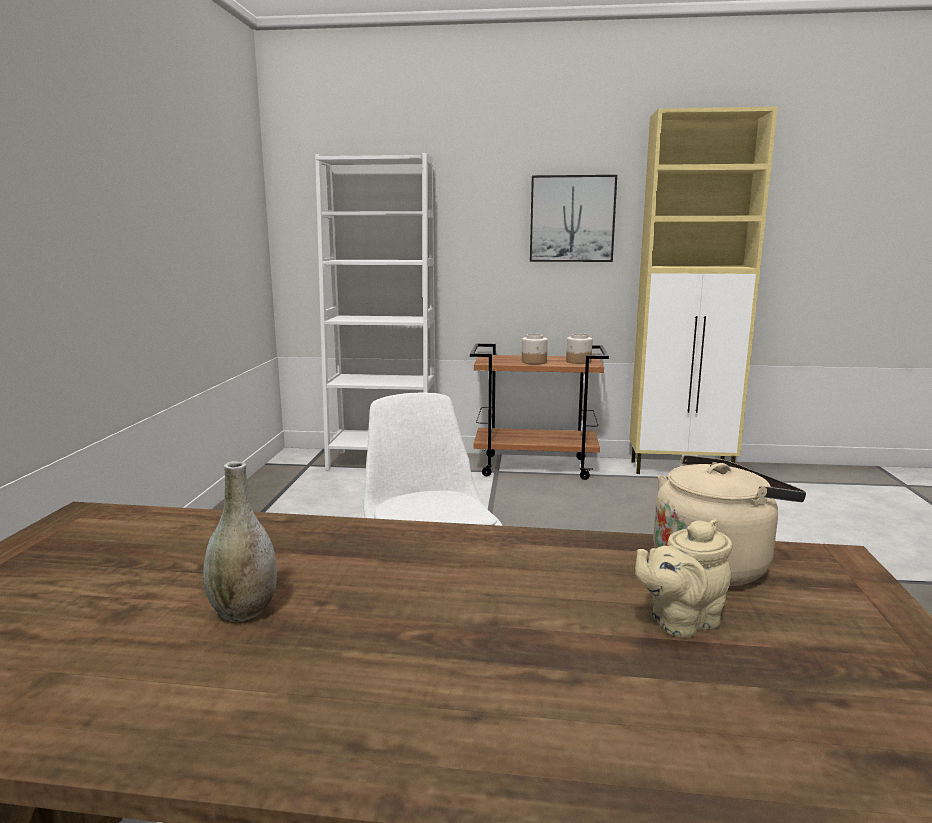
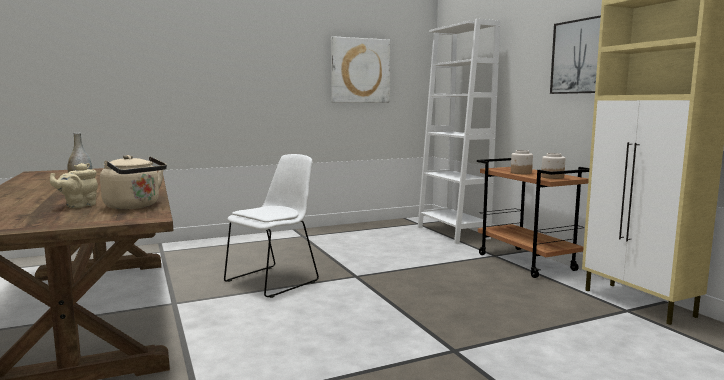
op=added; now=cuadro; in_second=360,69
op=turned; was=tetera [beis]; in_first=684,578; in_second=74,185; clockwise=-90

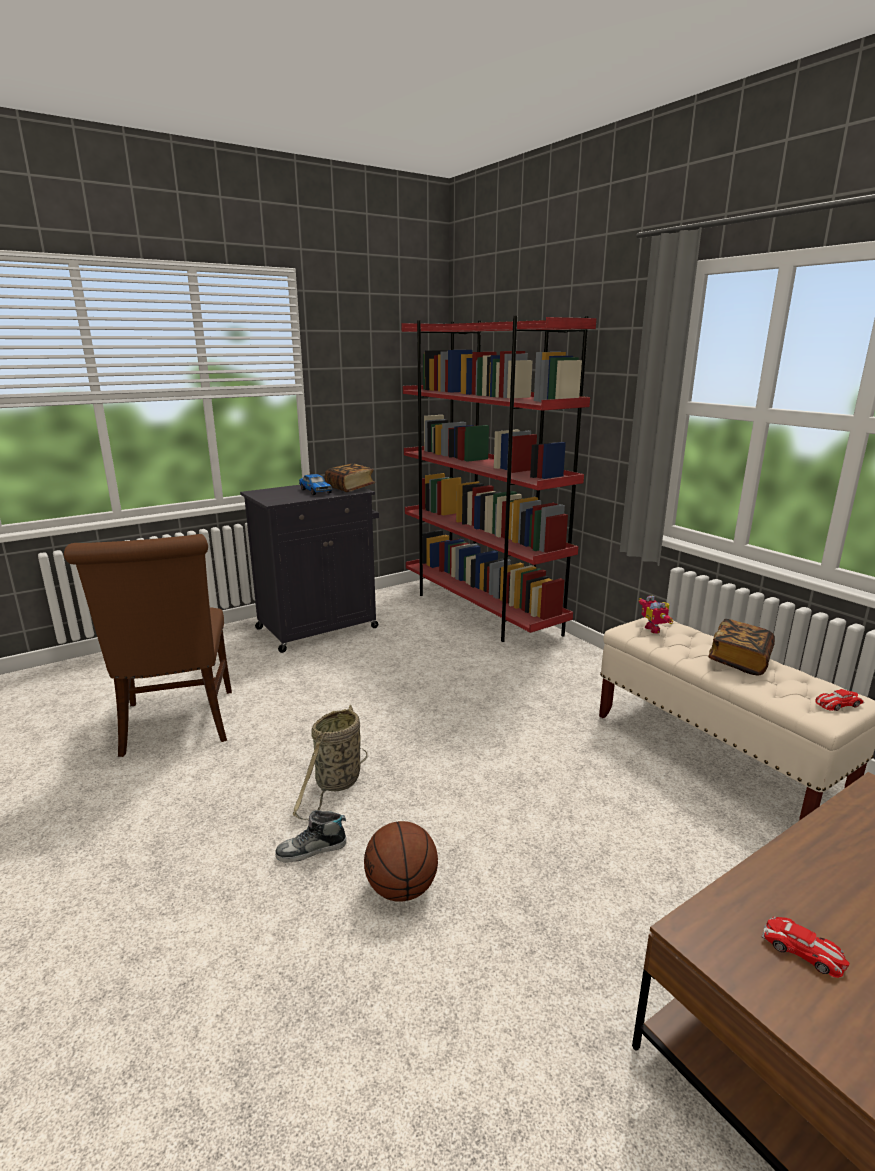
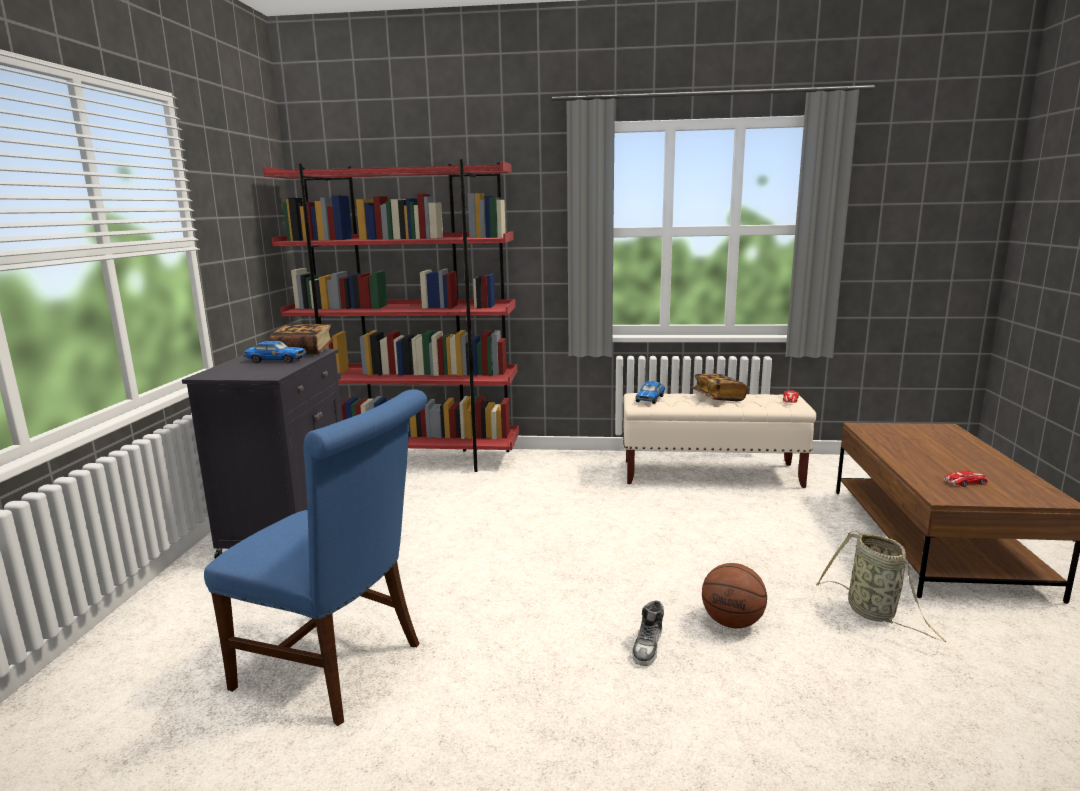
op=moved; was=cesta; in_first=330,762; in_second=881,586
op=replaced; was=robot de juguete; now=coche de juguete; in_first=655,614; in_second=650,392
op=recoloured; was=silla [marrón]; now=silla [azul]; in_first=148,645; in_second=315,557

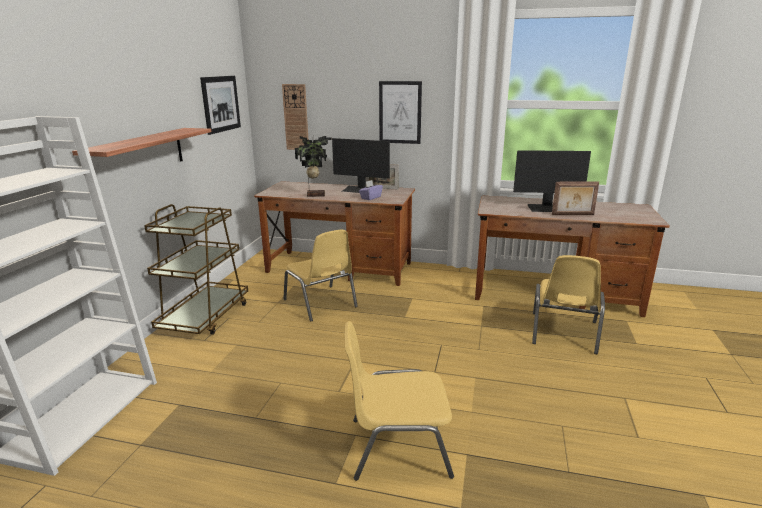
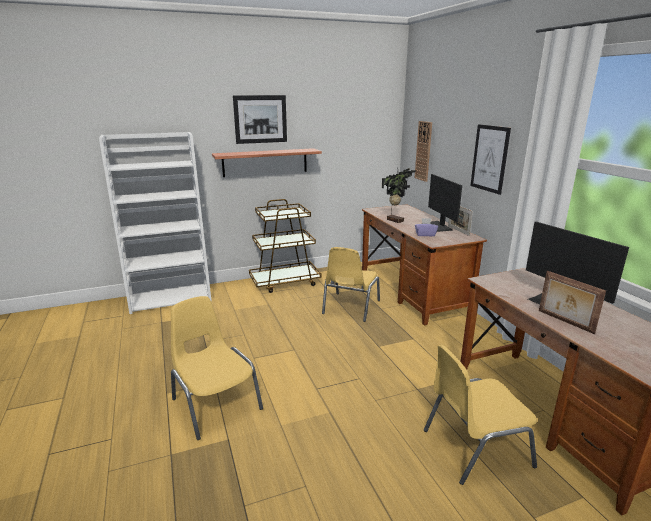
op=moved; was=cuadro; in_first=220,105; in_second=260,119

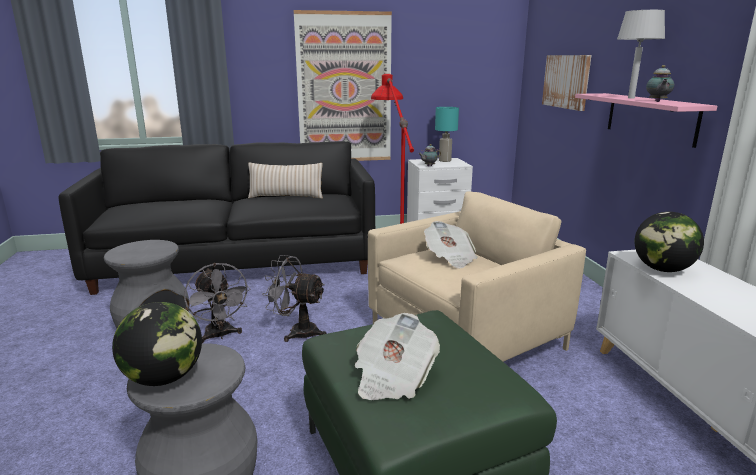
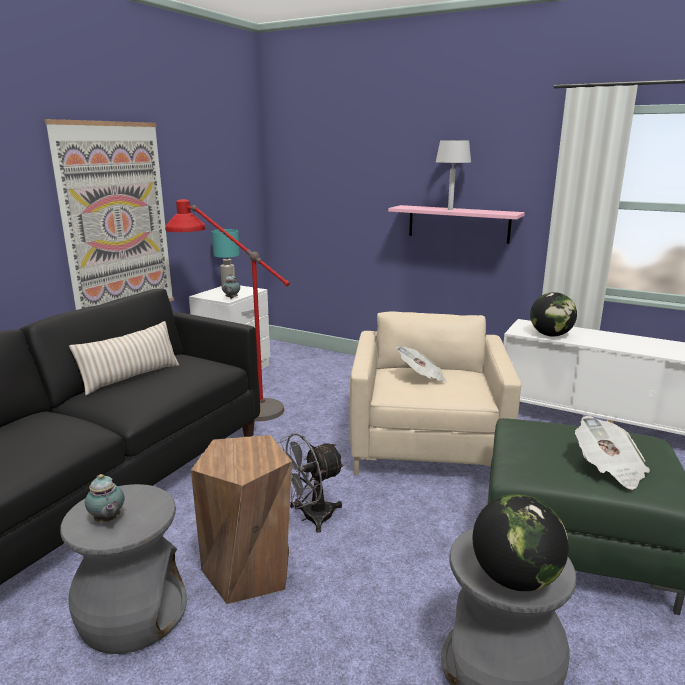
op=removed; was=cuadro; in_first=567,83
op=moved; was=tetera; in_first=660,83; in_second=104,498
op=replaced; was=ventilador [gris]; now=taburete [marrón]; in_first=217,303; in_second=241,519

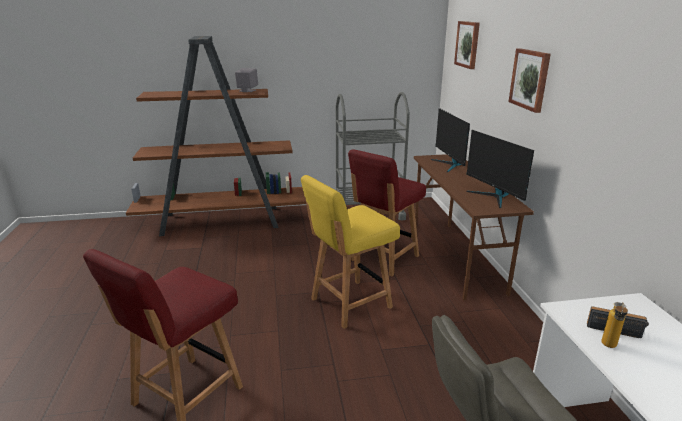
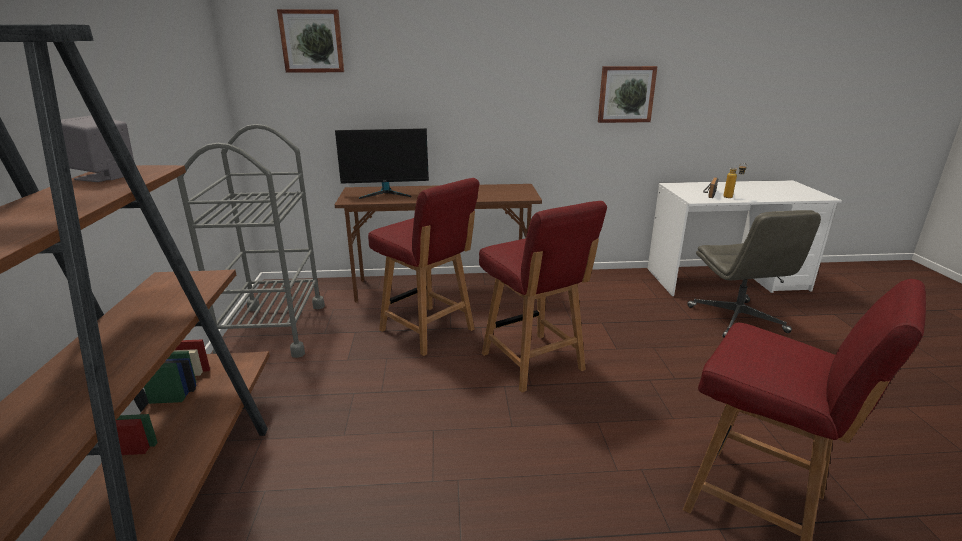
op=removed; was=monitor; in_first=500,169
op=moved; was=cuadro; in_first=530,80; in_second=628,94
op=recoloured; was=silla [amarillo]; now=silla [rojo]; in_first=350,252; in_second=543,297

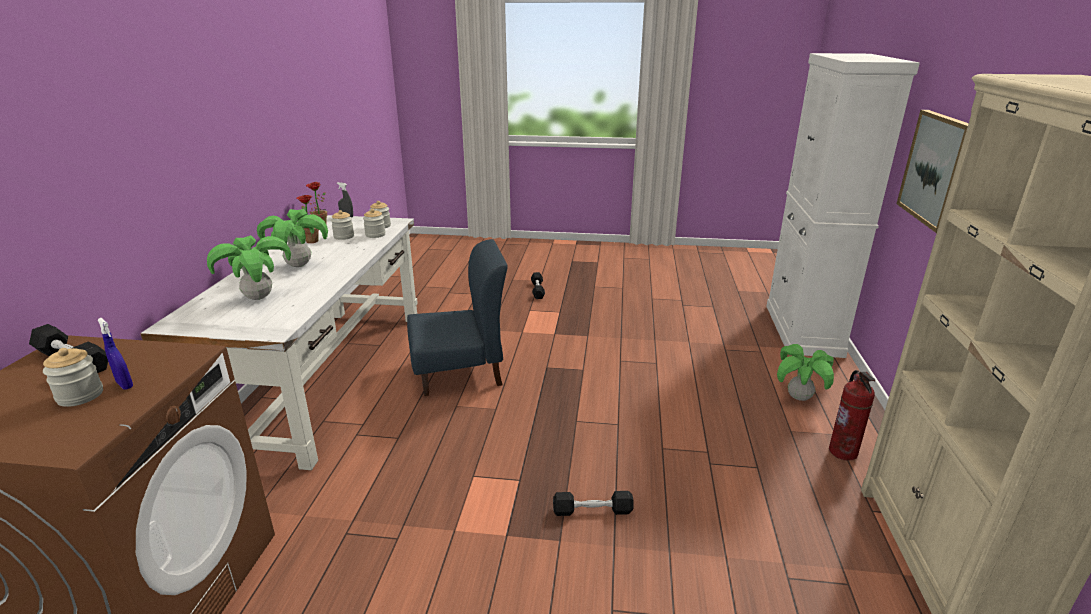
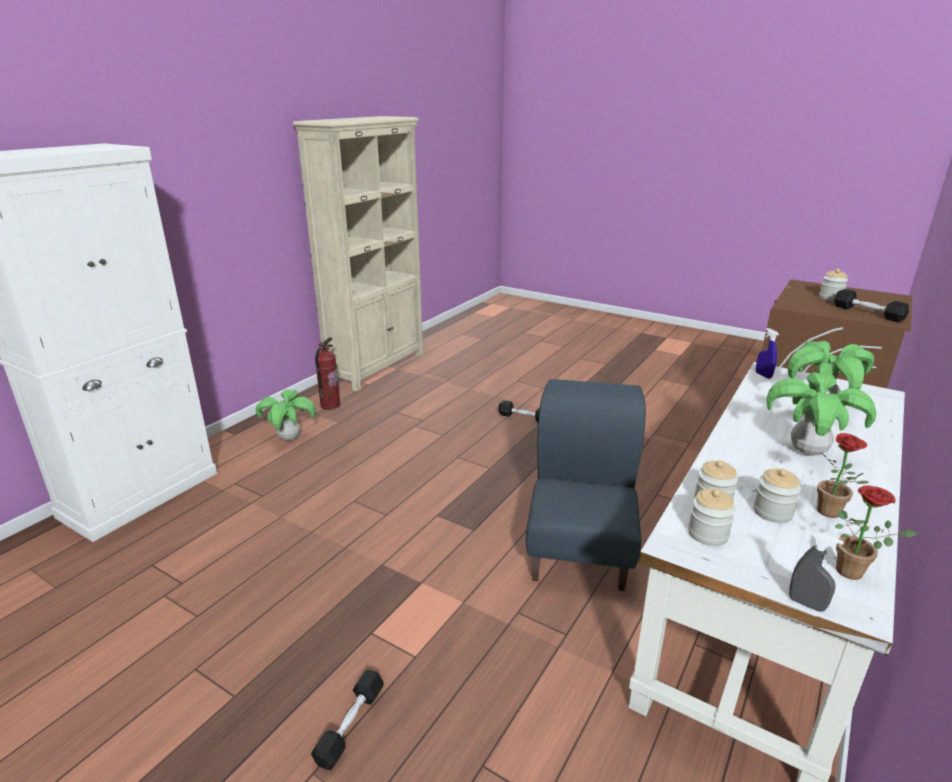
op=removed; was=cuadro; in_first=933,171
op=moved; was=pulverizador [azul]; in_first=115,354; in_second=767,353
op=turned; was=silla [azul]; in_first=457,317; in_second=586,485; clockwise=90

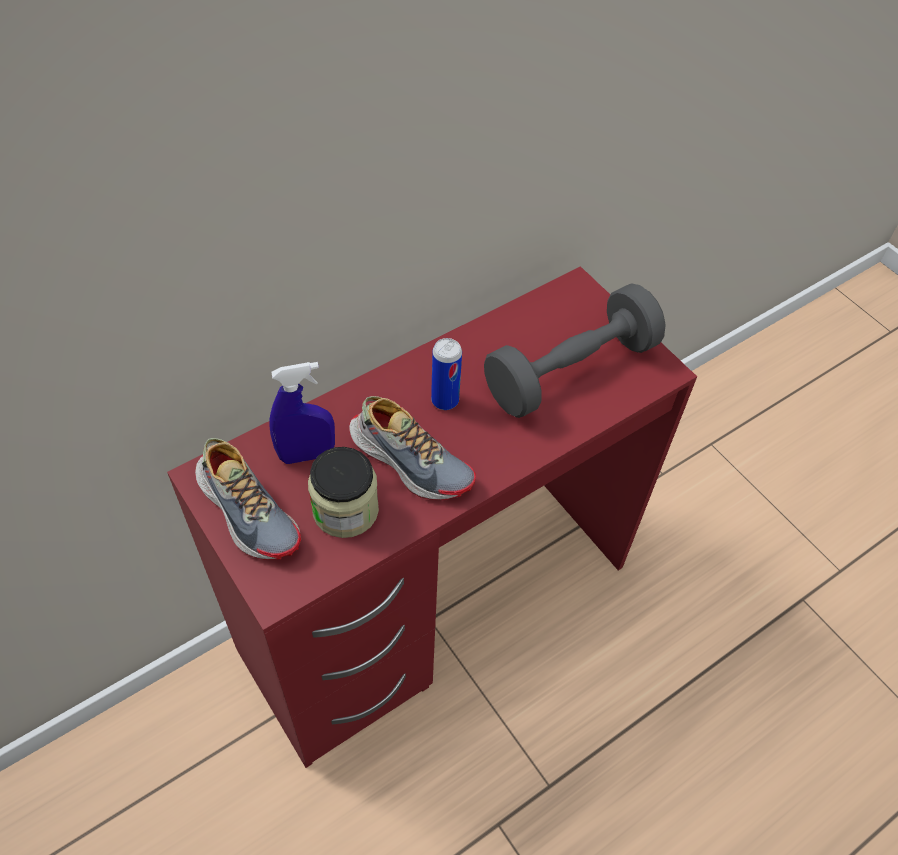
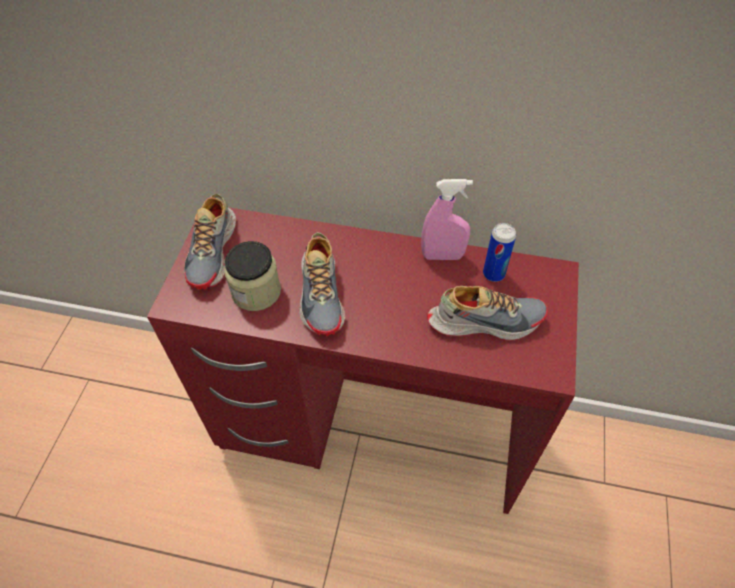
op=removed; was=pulverizador [azul]; in_first=302,413
op=added; now=pulverizador [rosa]; in_second=447,219
op=moved; was=lata; in_first=446,374; in_second=499,252
op=replaced; was=mancuerna [gris]; now=zapato; in_first=575,350; in_second=487,313

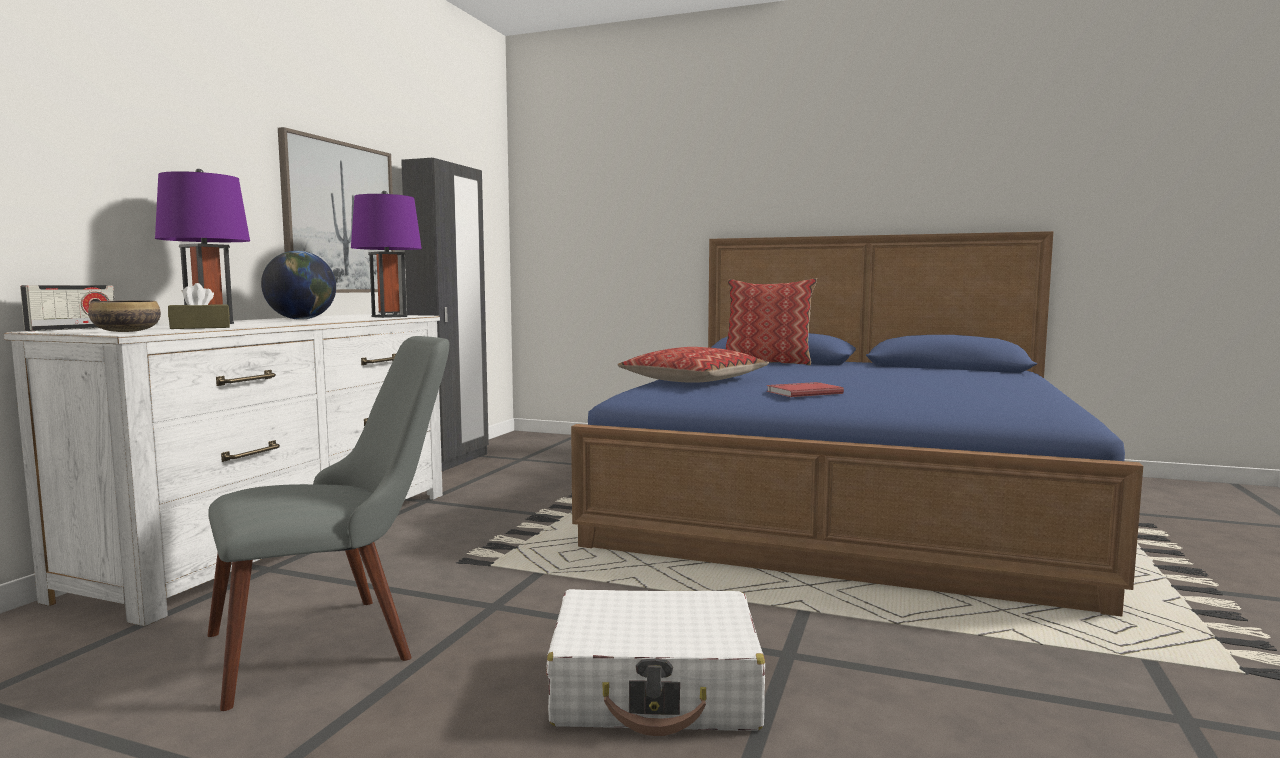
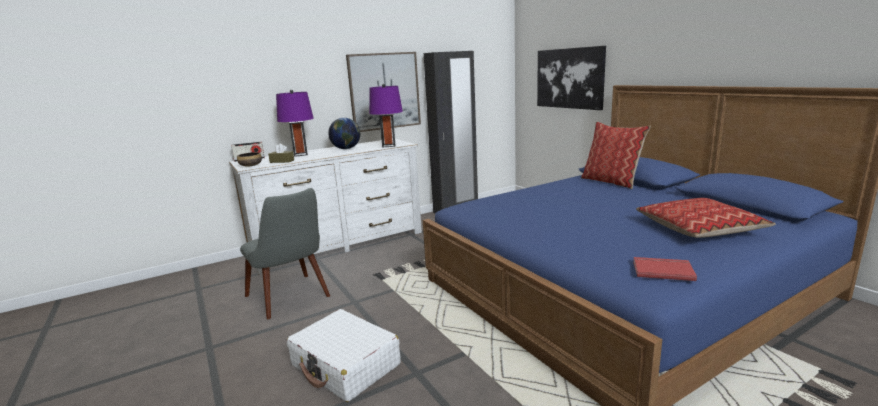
op=added; now=cuadro; in_second=571,78
op=moved; was=cojín; in_first=693,365; in_second=706,218
op=moved; was=libro [rojo]; in_first=805,389; in_second=665,269
op=turned; was=silla [gris]; in_first=328,523; in_second=285,253; clockwise=45

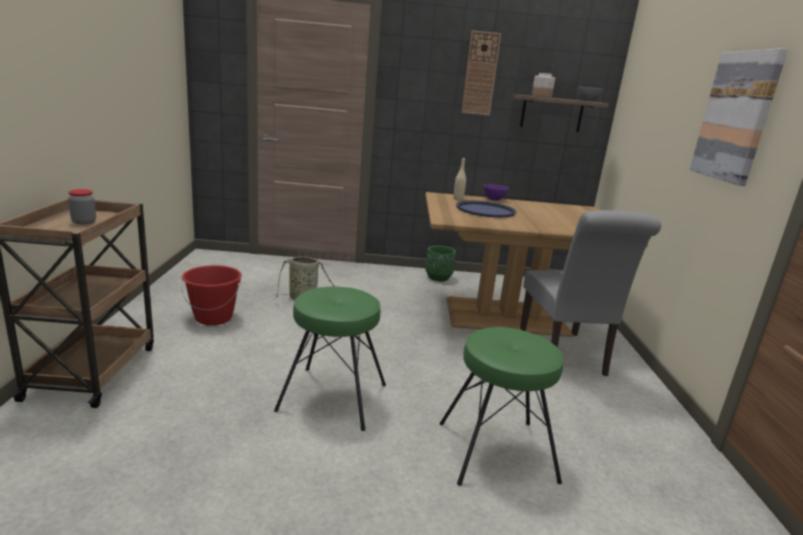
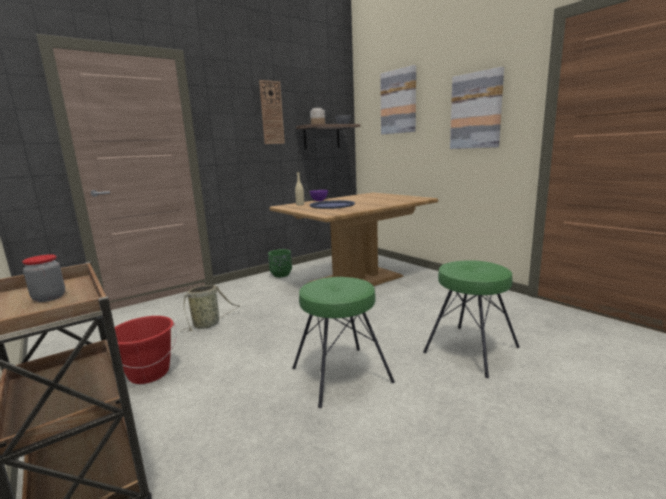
op=removed; was=silla [gris]; in_first=590,293
op=added; now=cuadro; in_second=398,99

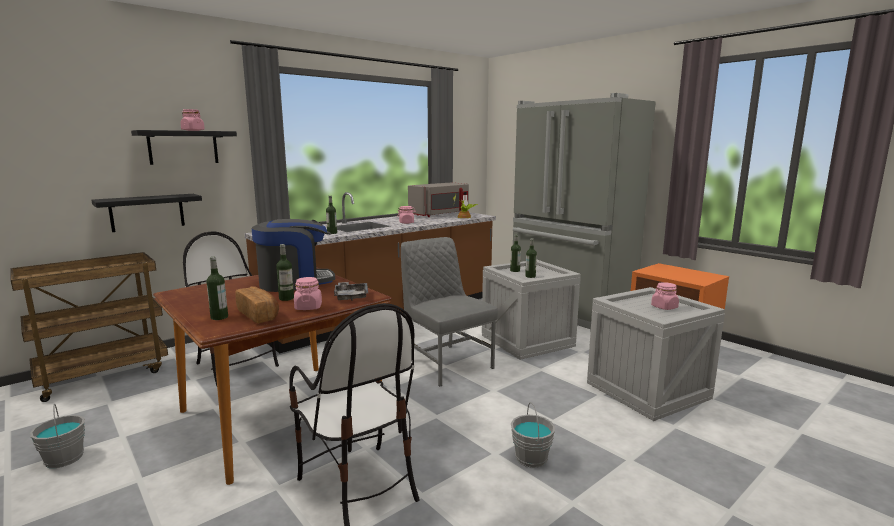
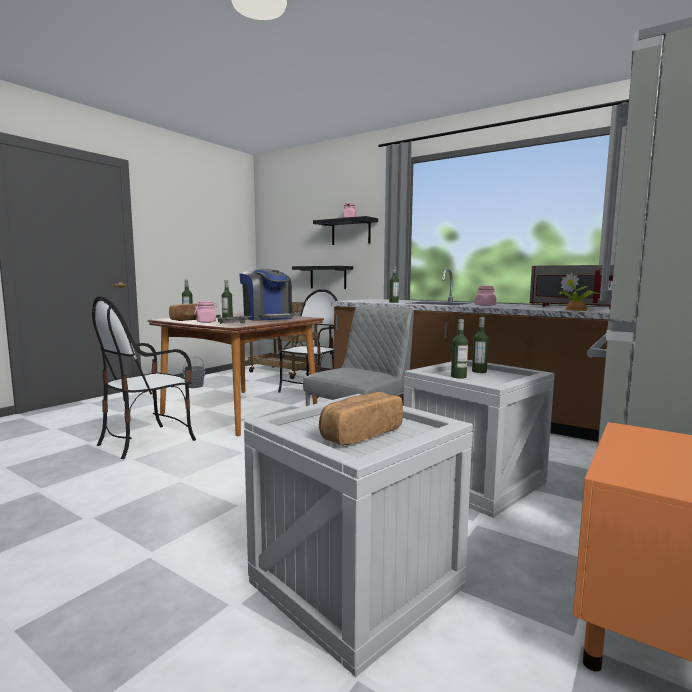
op=removed; was=cubo [gris]; in_first=533,435
op=replaced; was=tarro [rosa]; now=pan; in_first=665,296; in_second=361,418

